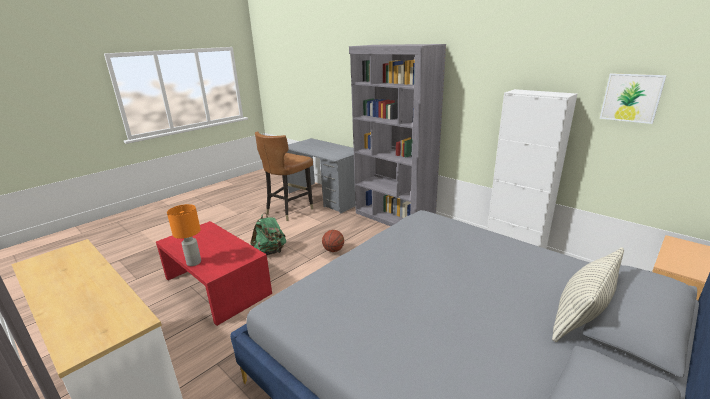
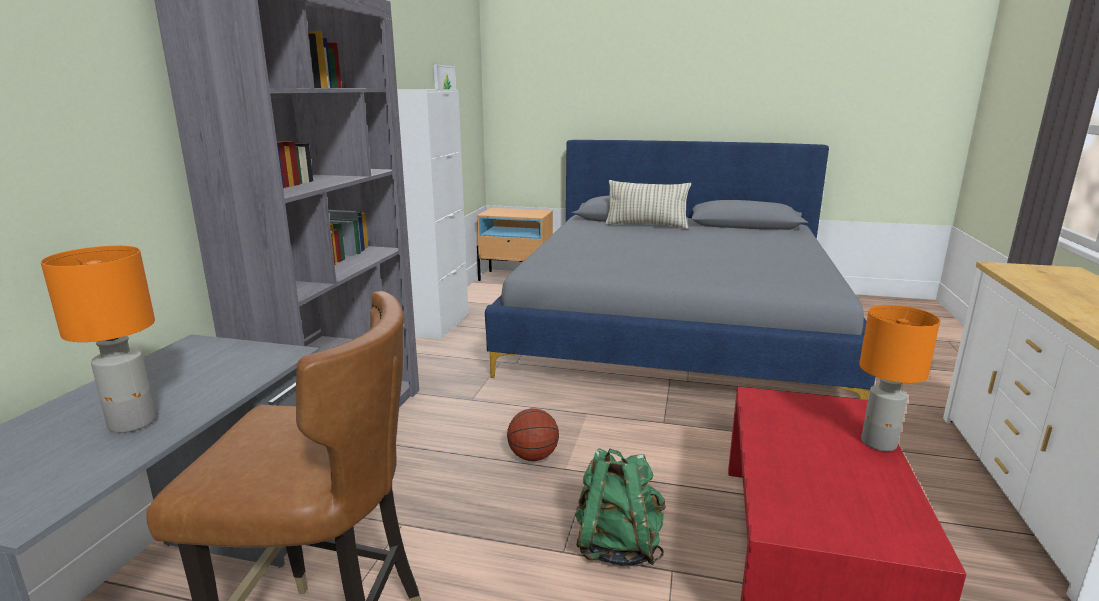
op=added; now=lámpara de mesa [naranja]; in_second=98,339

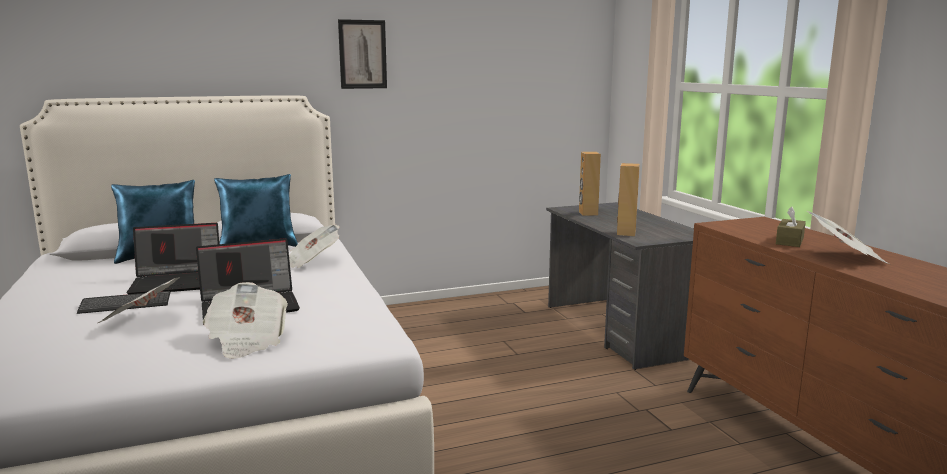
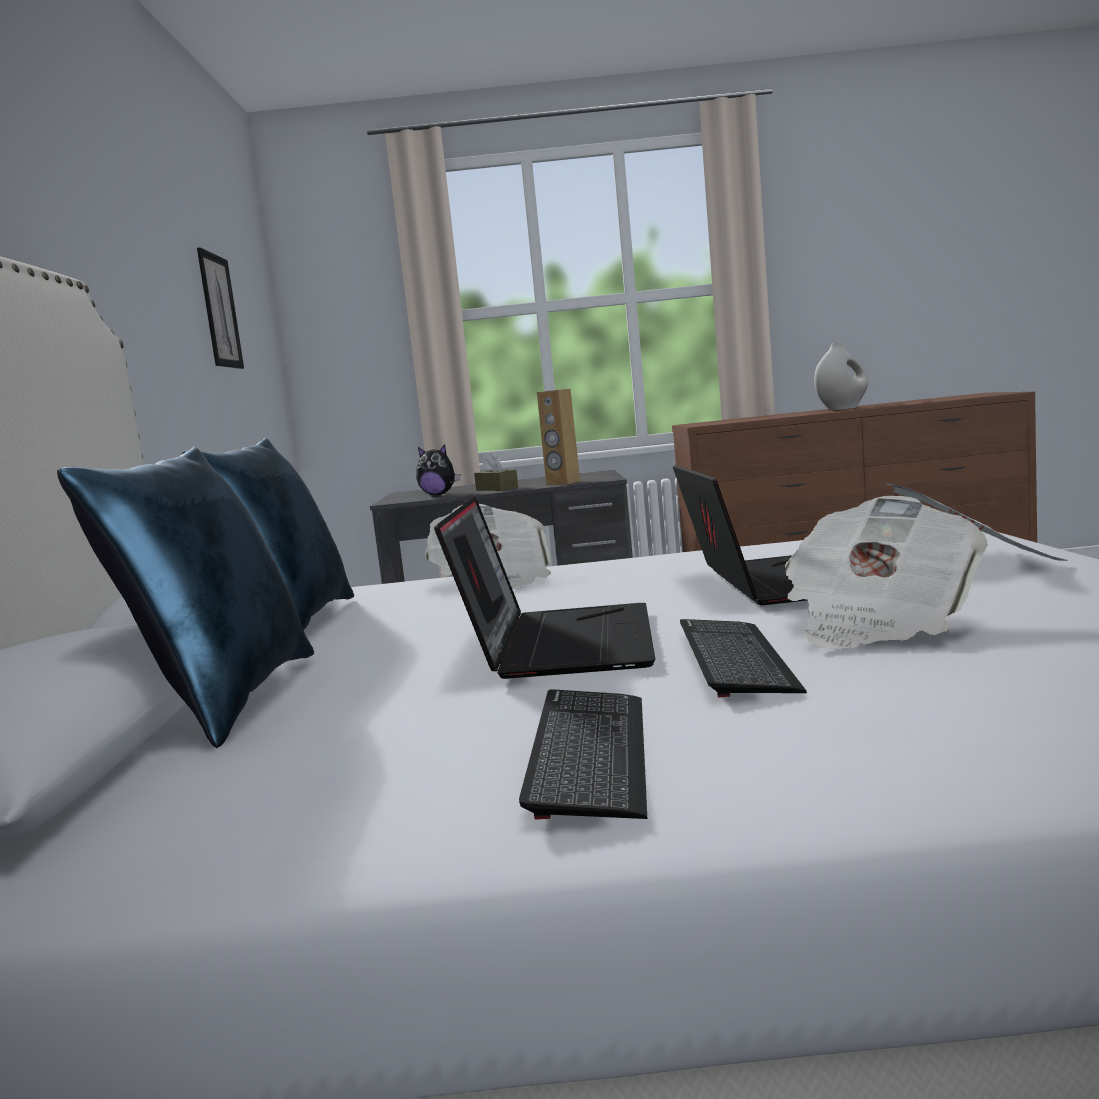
op=added; now=teclado; in_second=583,755
op=moved; was=cuadro; in_first=362,54; in_second=220,308
op=moved; was=caja de pañuelos [marrón]; in_first=791,227; in_second=496,472
op=replaced; was=altavoz [marrón]; now=peluche; in_first=590,184; in_second=438,470
op=replaced; was=periódico; now=florero [blanco]; in_first=848,237; in_second=841,376

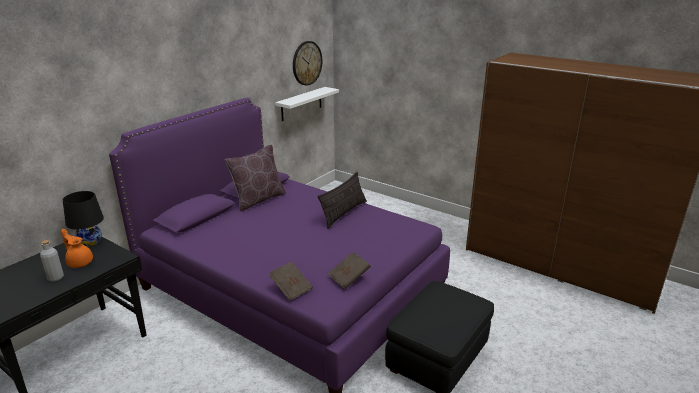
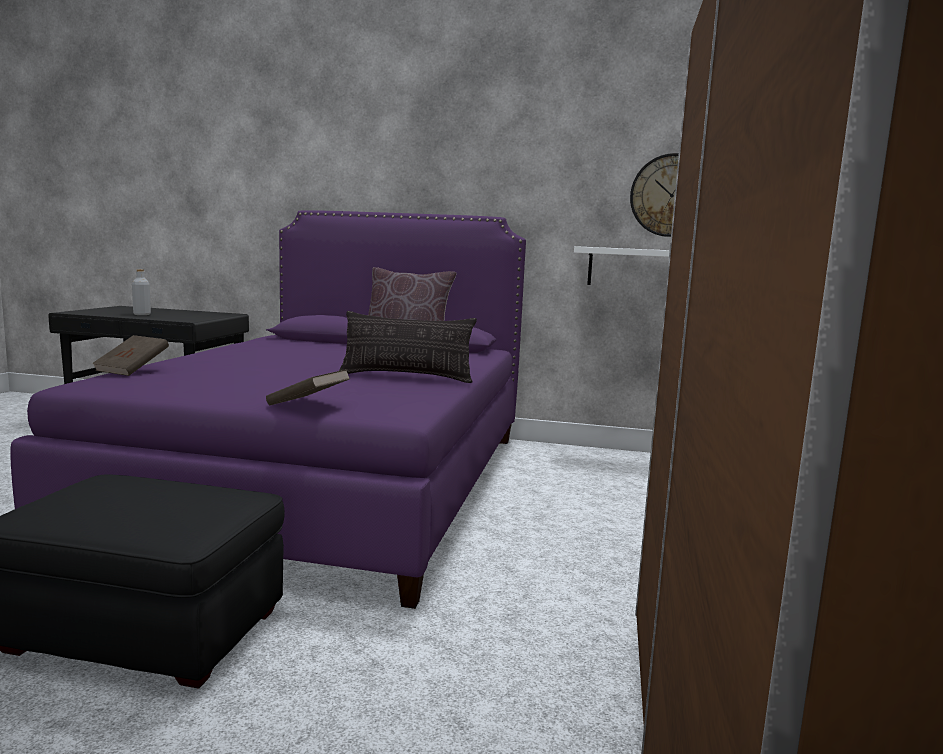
op=removed; was=tetera [naranja]; in_first=77,248
op=removed; was=lámpara de mesa [negro]; in_first=83,219
op=moved; was=libro [marrón]; in_first=349,270; in_second=308,387

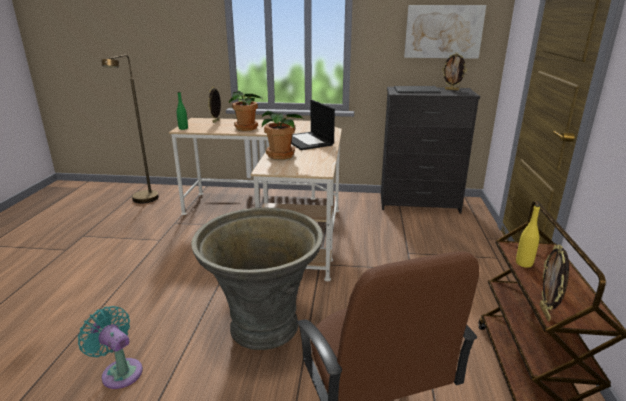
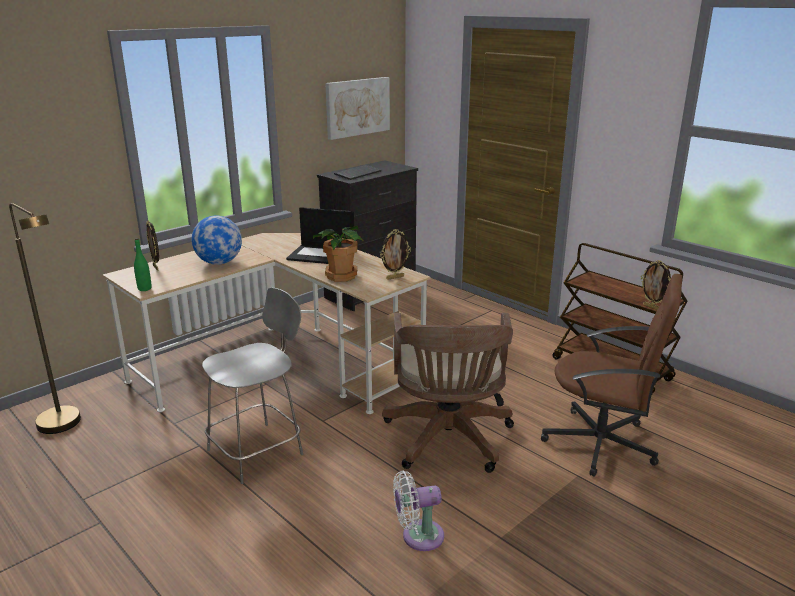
op=removed; was=botella [amarillo]; in_first=528,236
op=added; now=silla [gris]; in_second=252,385
op=moved; was=portarretratos; in_first=454,71; in_second=395,254
op=replaced; was=maceta [gris]; now=silla de oficina [marrón]; in_first=257,278; in_second=448,393
op=replaced; was=planta en maceta; now=globo terráqueo; in_first=246,111; in_second=217,240
op=recoloured; was=ventilador [turquesa]; now=ventilador [blanco]; in_first=110,347; in_second=418,511

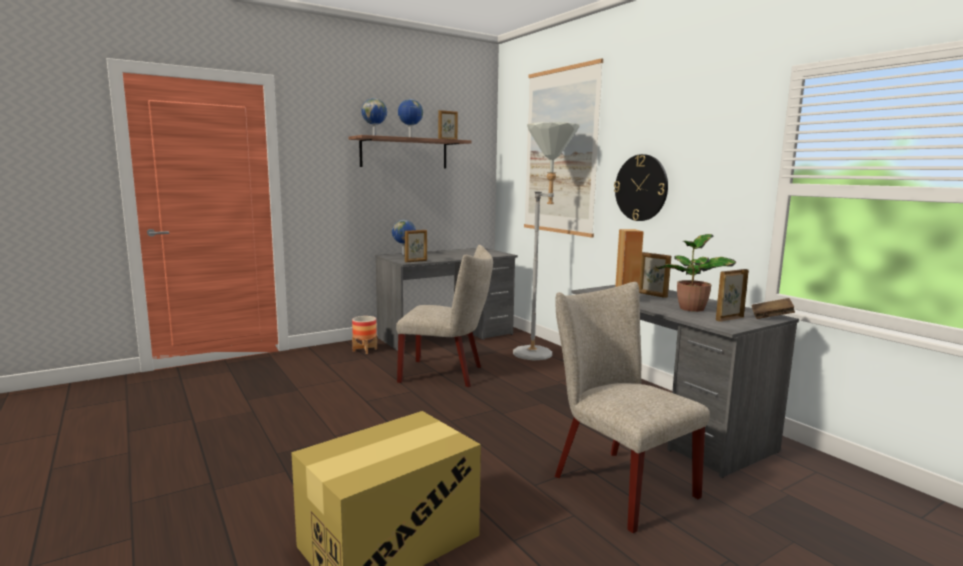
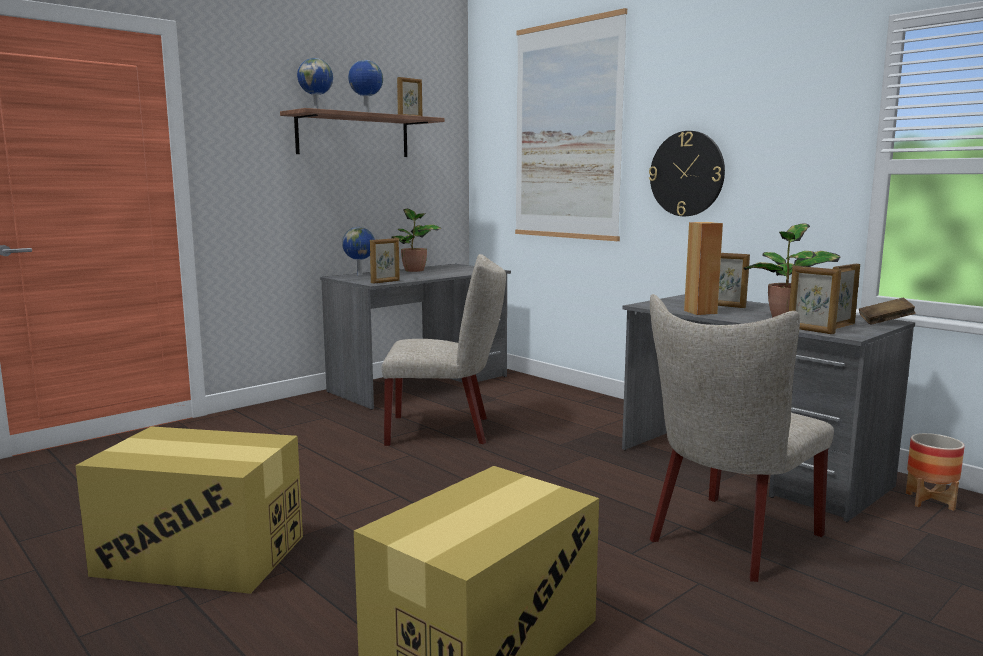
op=removed; was=lámpara de pie [gris]; in_first=546,241
op=added; now=caja de cartón; in_second=189,510
op=added; now=planta en maceta; in_second=416,240
op=added; now=portarretratos; in_second=815,300
op=moved; was=maceta; in_first=364,335; in_second=935,472
op=turned; was=silla [beis]; in_first=632,407; in_second=742,438; clockwise=-90

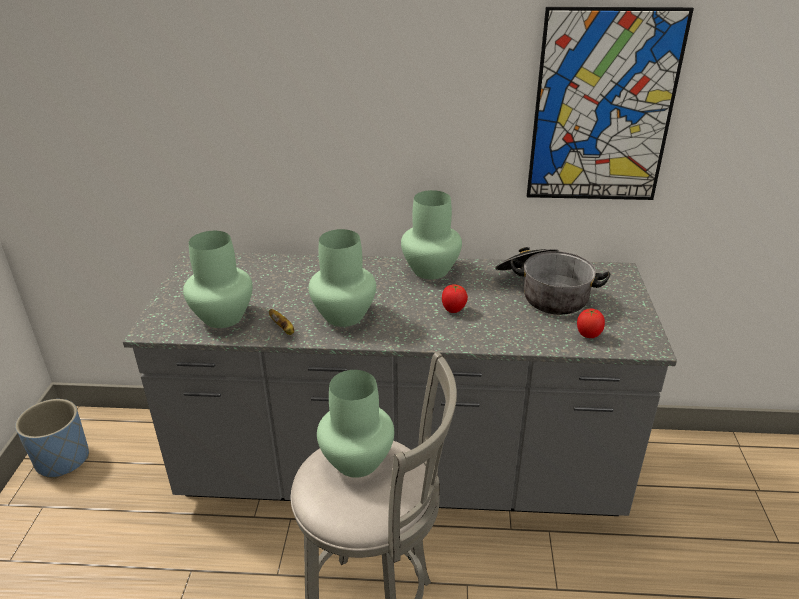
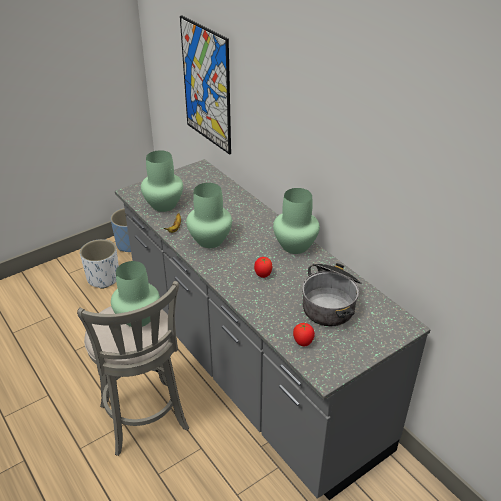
op=added; now=maceta [blanco]; in_second=99,264
op=moved; was=cuadro; in_first=610,103; in_second=205,85

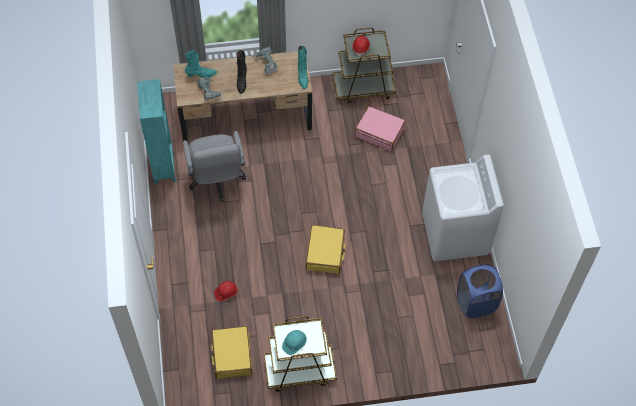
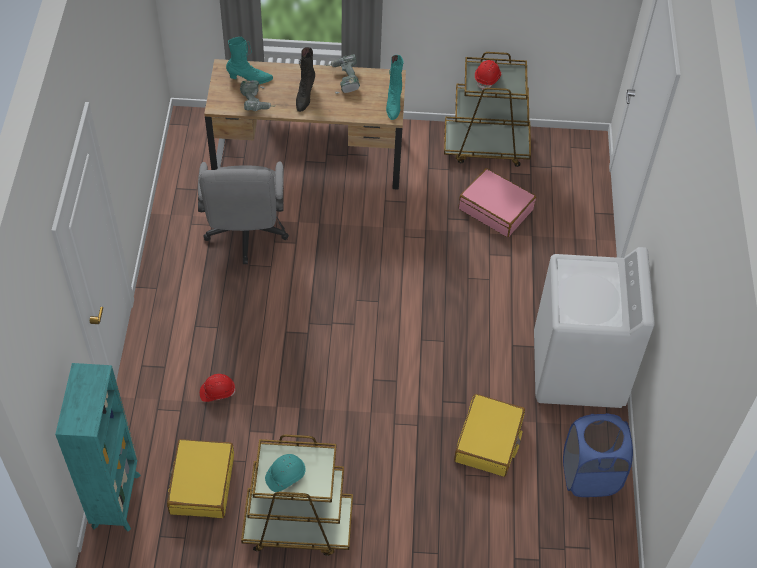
op=moved; was=estantería [turquesa]; in_first=157,132; in_second=98,447
op=moved; was=maleta [amarillo]; in_first=325,249; in_second=489,435

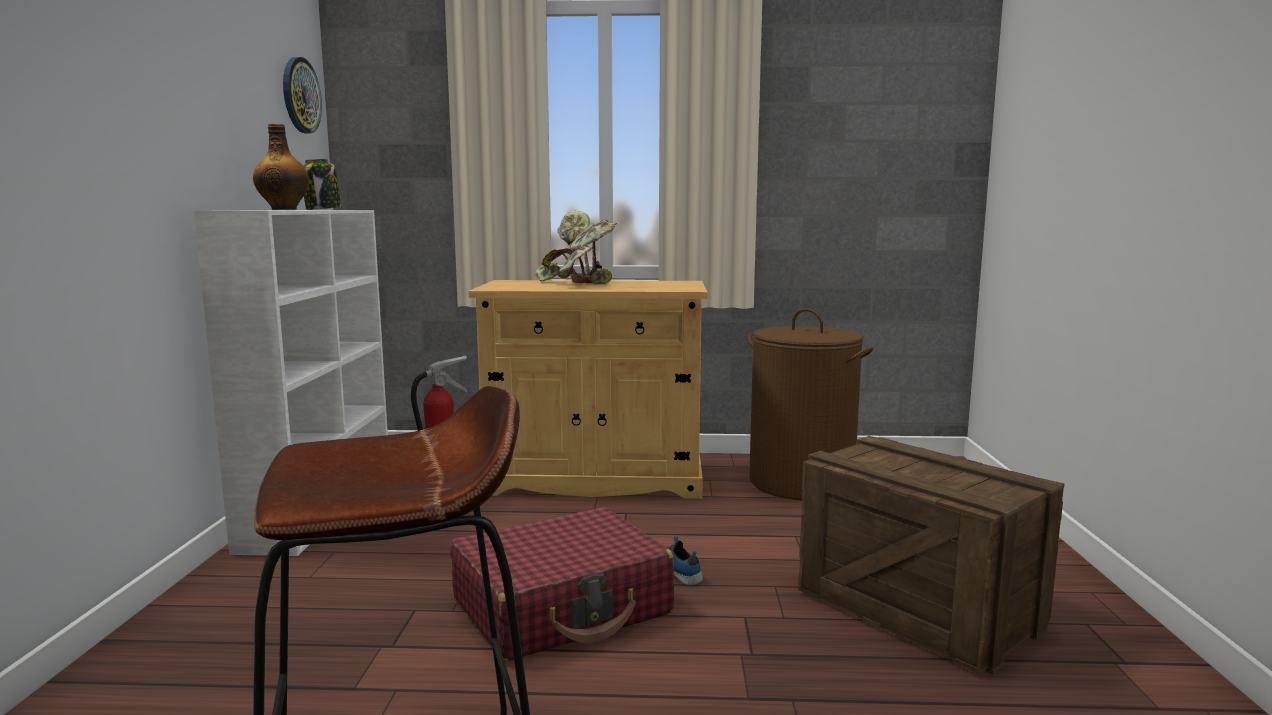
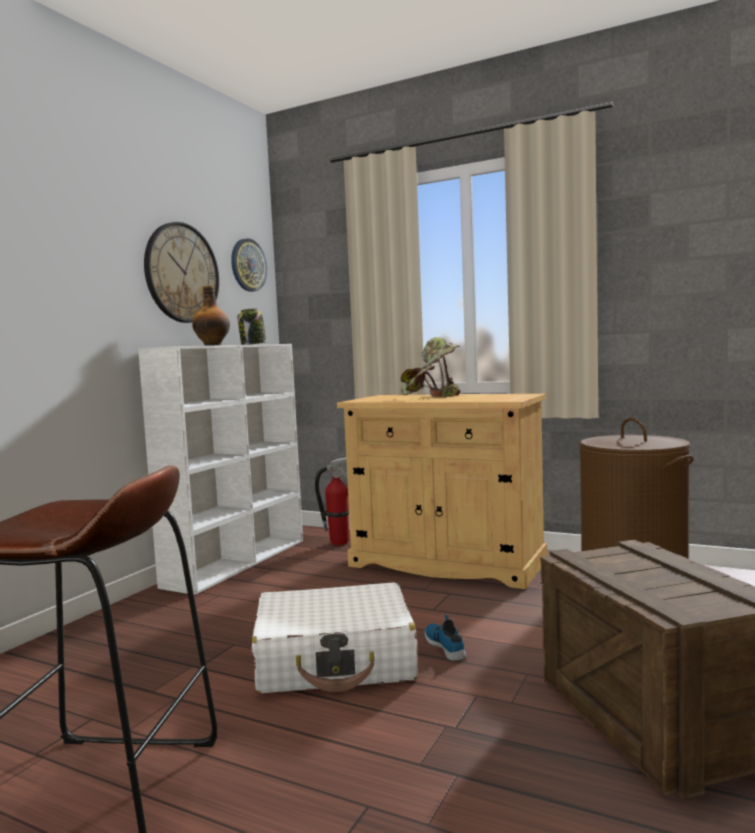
op=added; now=reloj de pared; in_second=181,272
op=recoloured; was=maleta [rojo]; now=maleta [blanco]; in_first=562,584; in_second=335,637

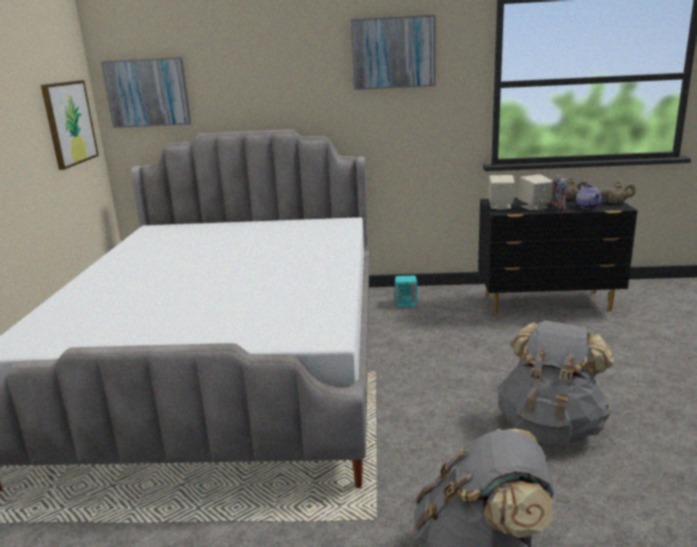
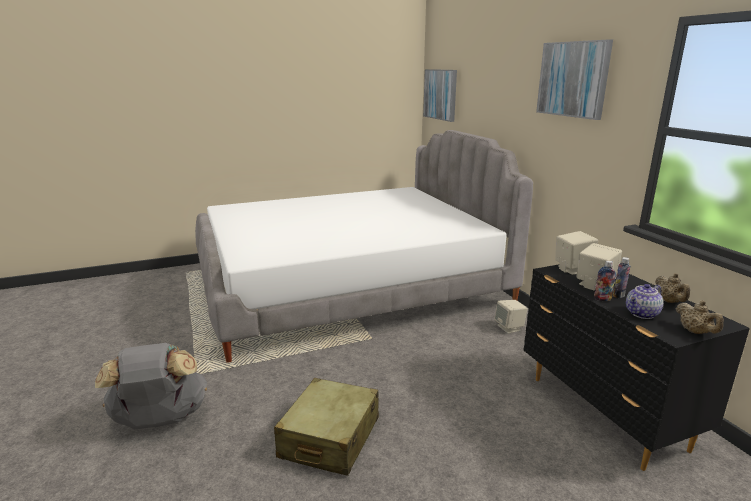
op=removed; was=cuadro; in_first=70,125
op=replaced; was=mochila [gris]; now=maleta [beis]; in_first=556,382; in_second=326,427
op=recoloured; was=altavoz [turquesa]; now=altavoz [beis]; in_first=406,291; in_second=511,317

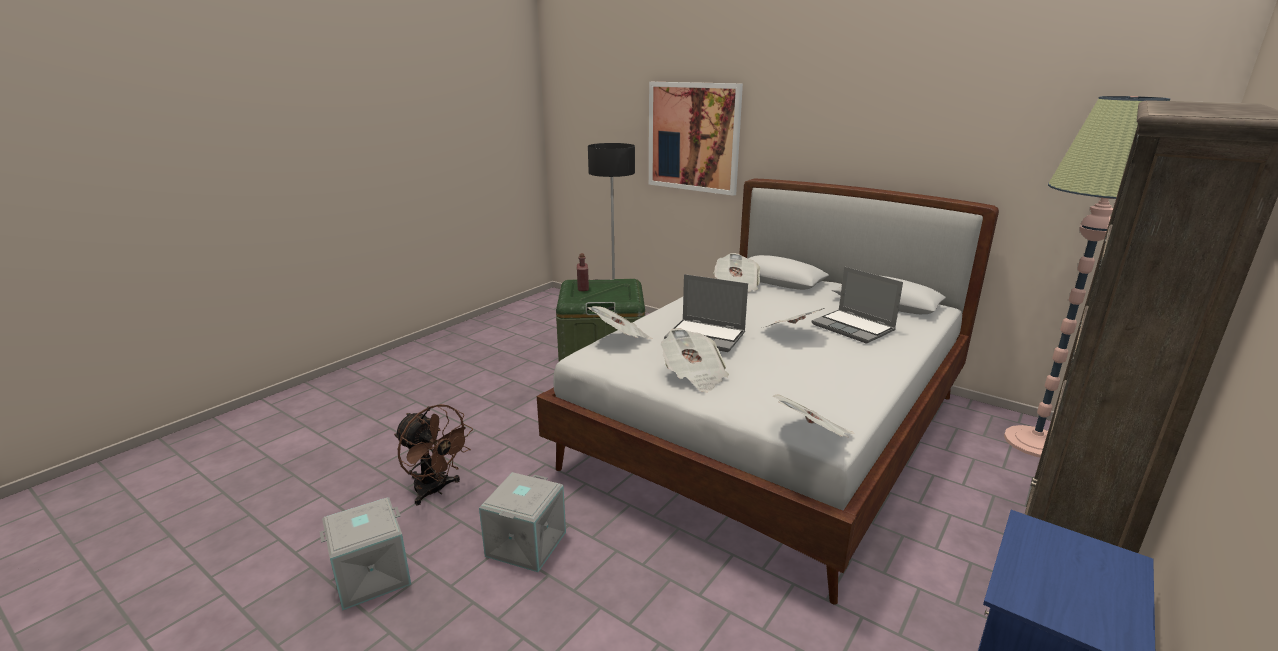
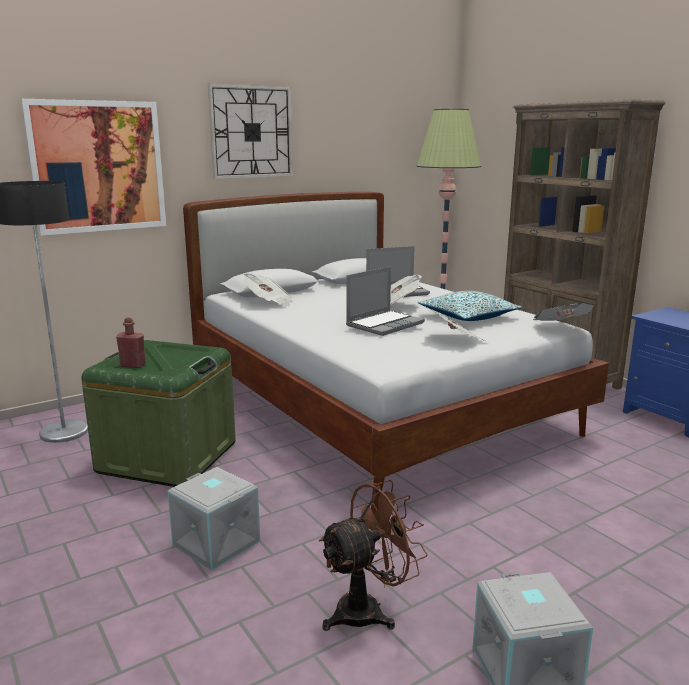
op=removed; was=periódico; in_first=620,322
op=added; now=reloj de pared; in_second=250,131
op=added; now=cojín; in_second=470,306
op=moved; was=caja de almacenaje [gris]; in_first=522,522; in_second=213,519

